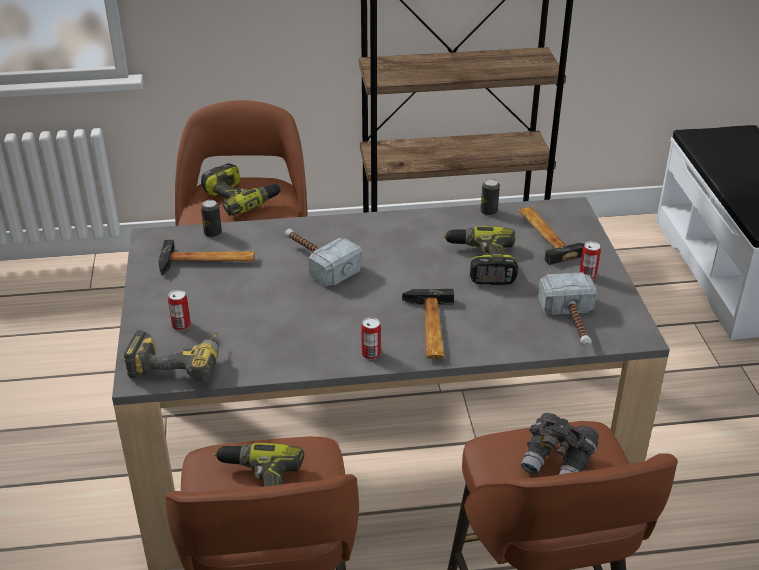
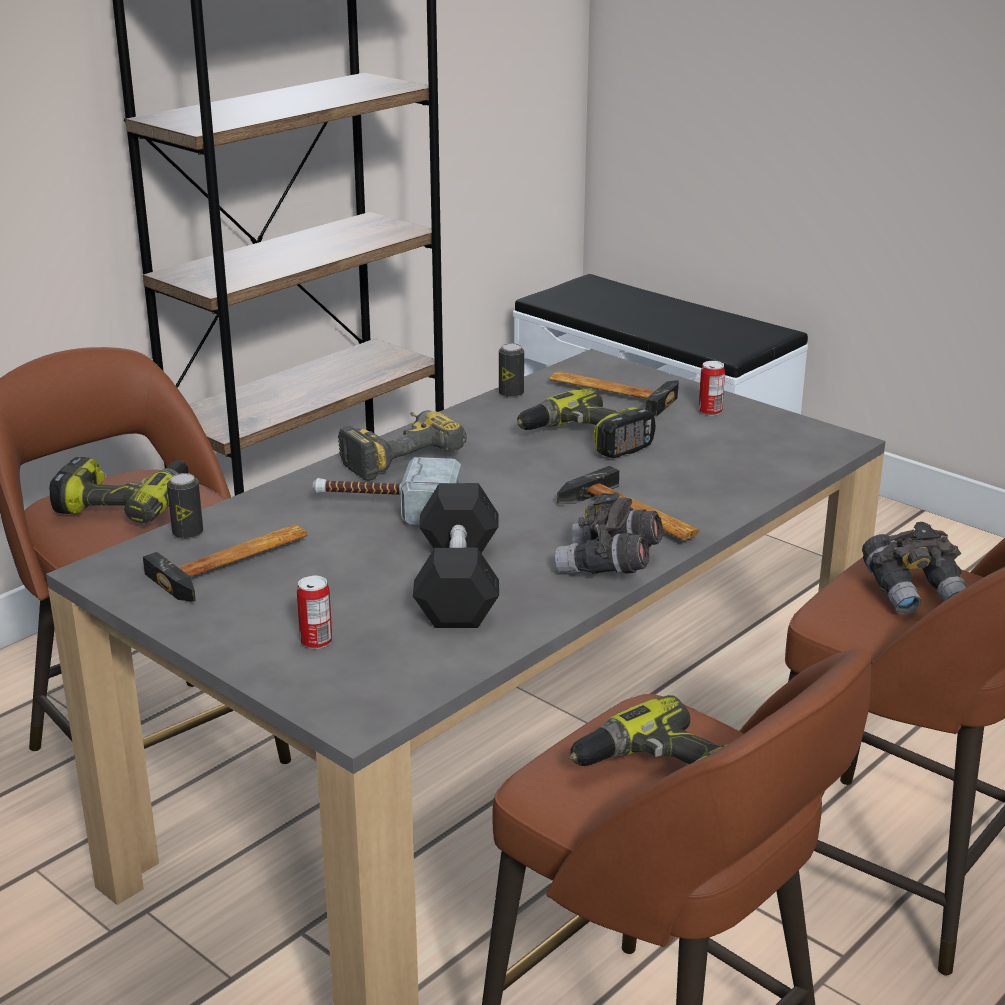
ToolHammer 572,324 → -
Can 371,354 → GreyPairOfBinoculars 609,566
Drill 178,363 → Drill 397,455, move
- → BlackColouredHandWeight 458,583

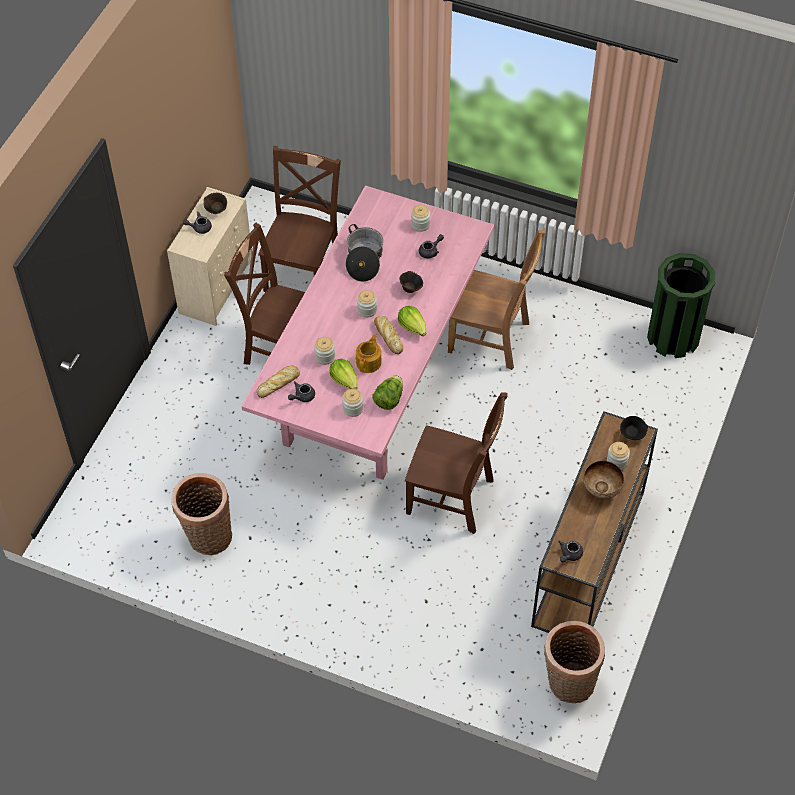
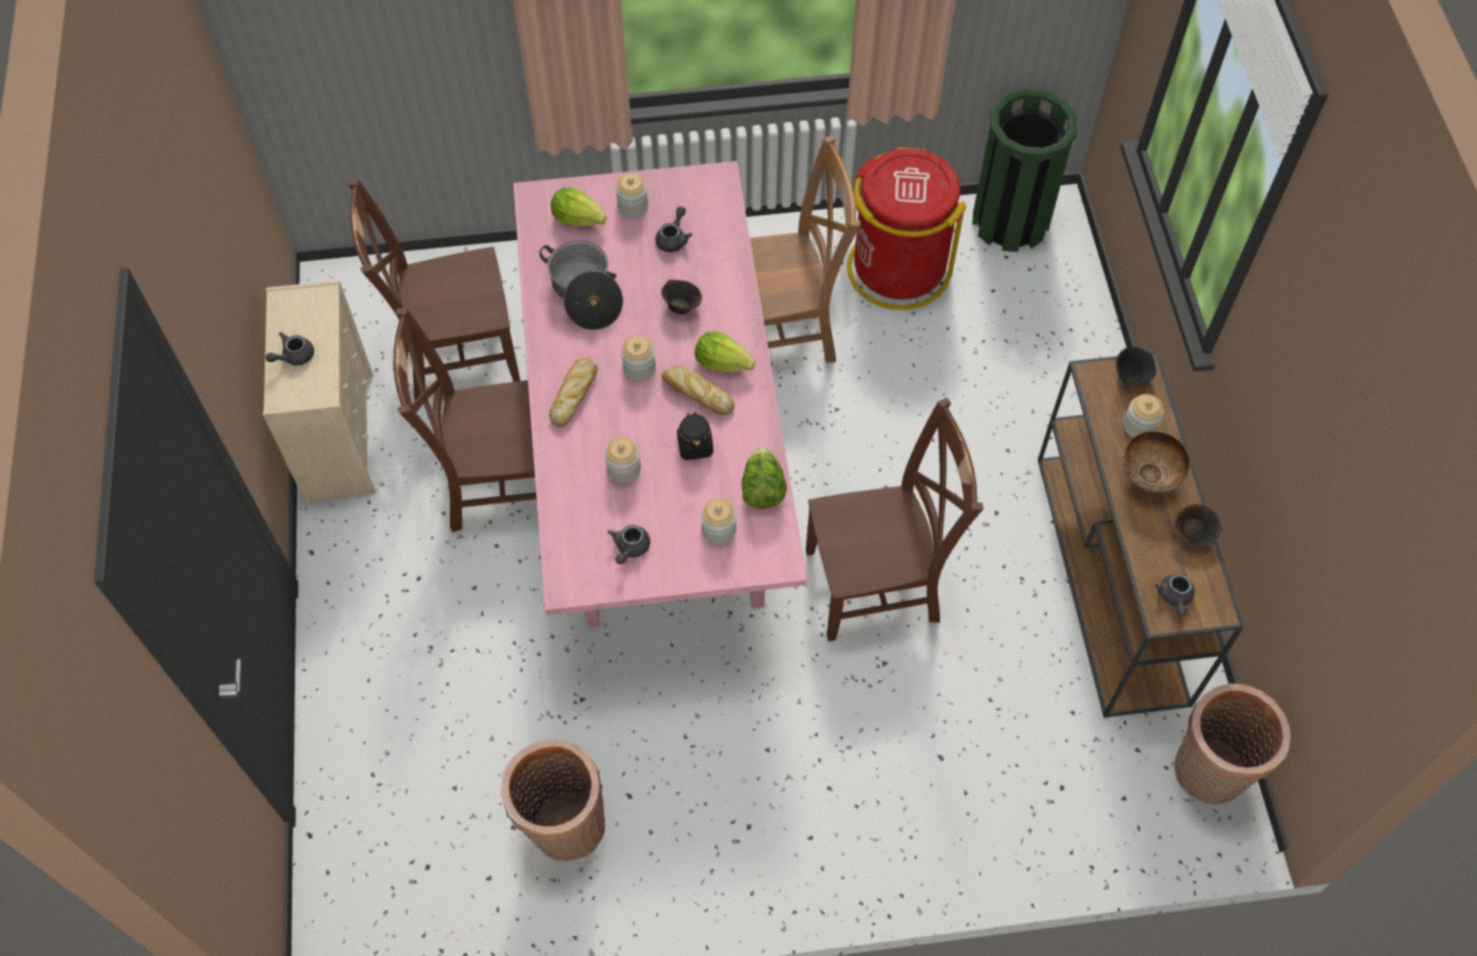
BrownUprightChair 303,271 → BrownUprightChair 455,353, 90 degrees counterclockwise
BrownServingBowl 216,210 → BrownServingBowl 1193,534, move
PotForTea 369,362 → BlackColouredPreserveJar 695,446
LettuceHead 345,380 → LettuceHead 578,218, move
Bread 279,383 → Bread 574,394, move
- → RedWasteBin 897,269

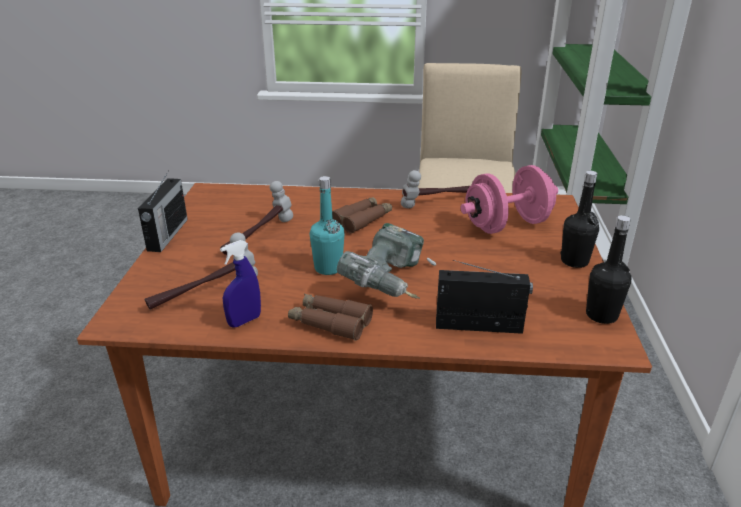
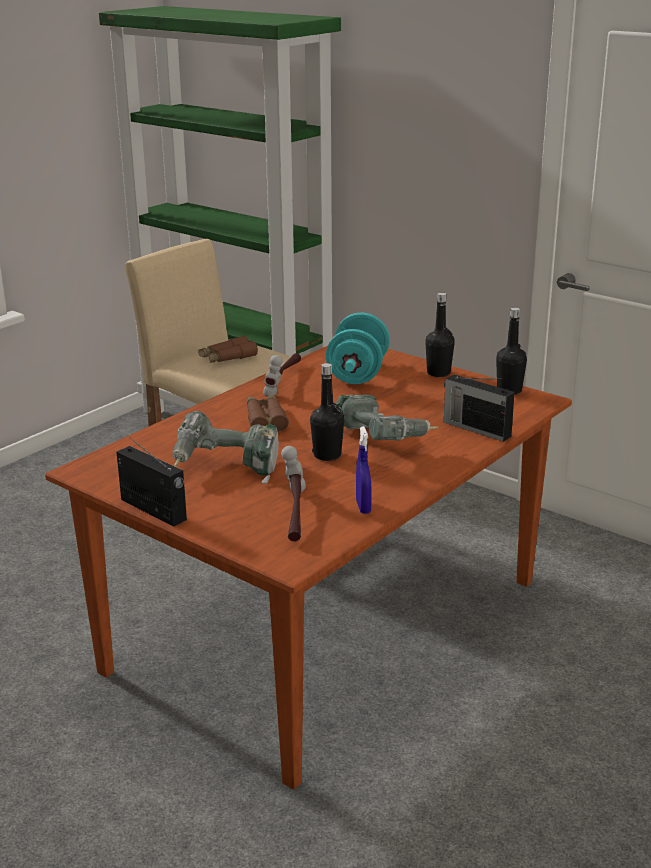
PinkishHandWeight 507,225 → TurquoiseHandWeight 358,373
TurquoiseBottle 328,268 → BlackColouredBottle 327,455
ToolHammer 258,236 → Drill 225,468
Radio 480,326 → Radio 475,428, 90 degrees counterclockwise
BrownPairOfBinoculars 330,323 → BrownPairOfBinoculars 227,358, move

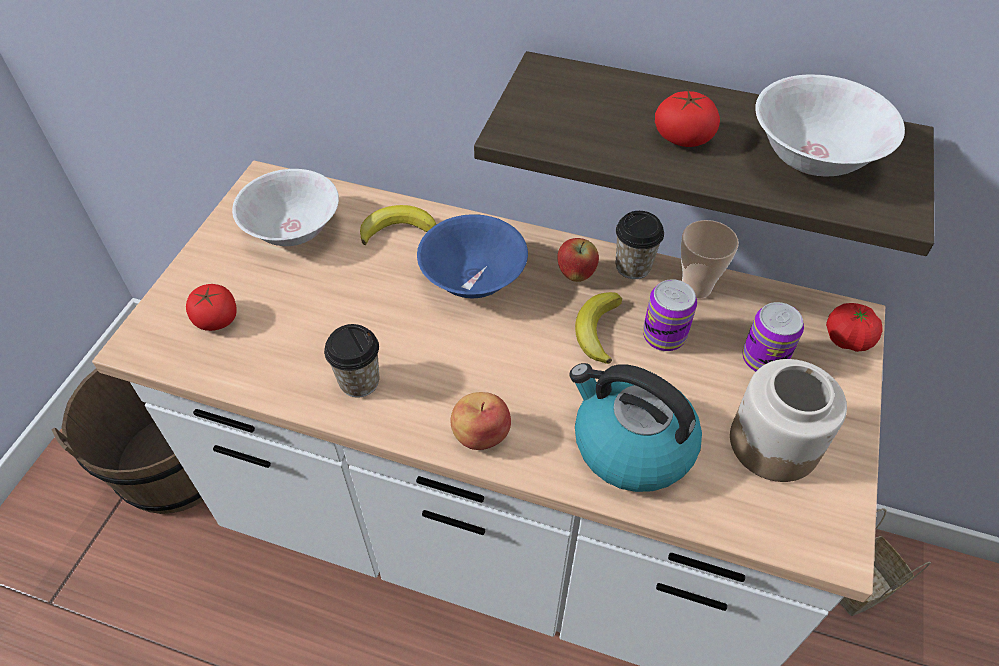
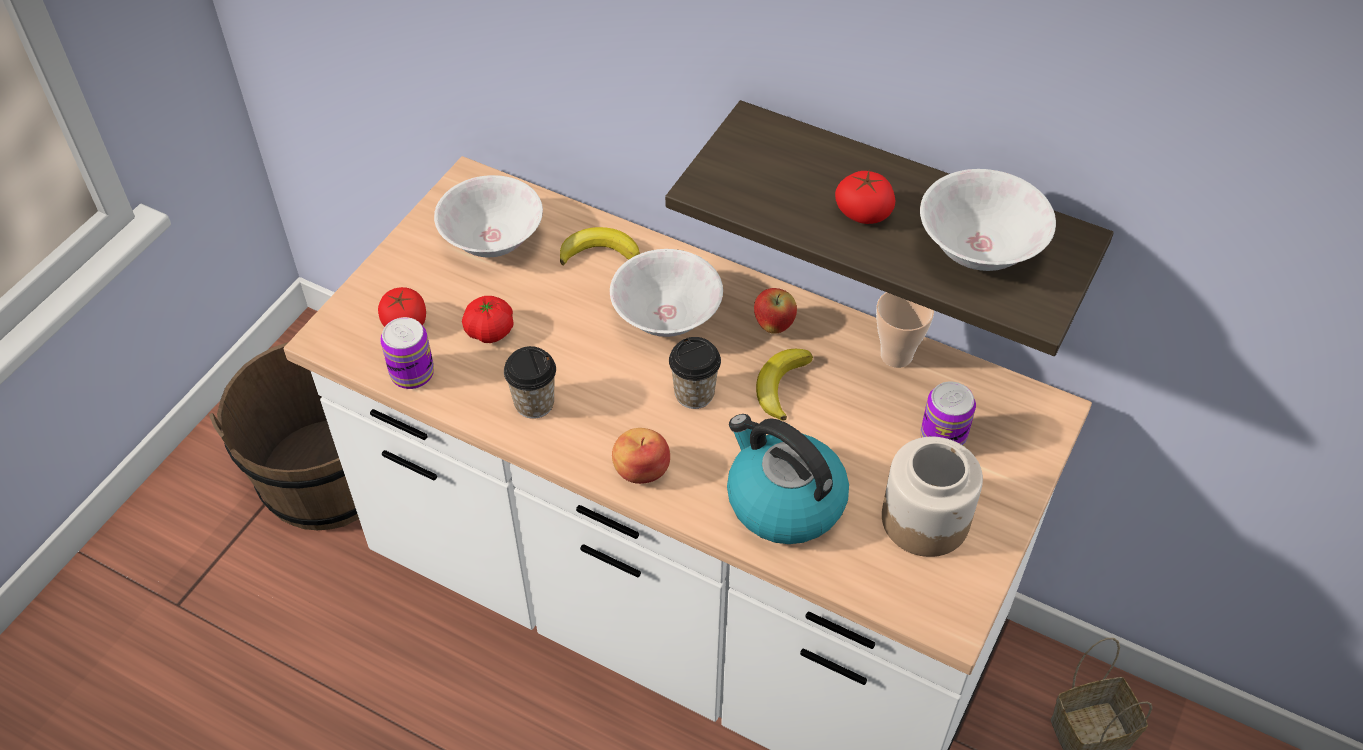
Cup 633,266 → Cup 694,394, move
BluishServingBowl 472,280 → WhitishServingBowl 666,317
Can 664,336 → Can 412,373, move
FreshTomato 847,339 → FreshTomato 490,331, move

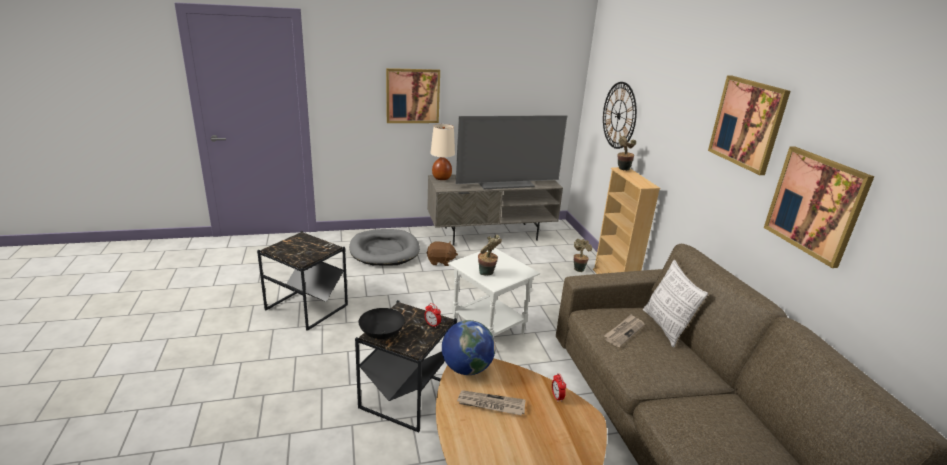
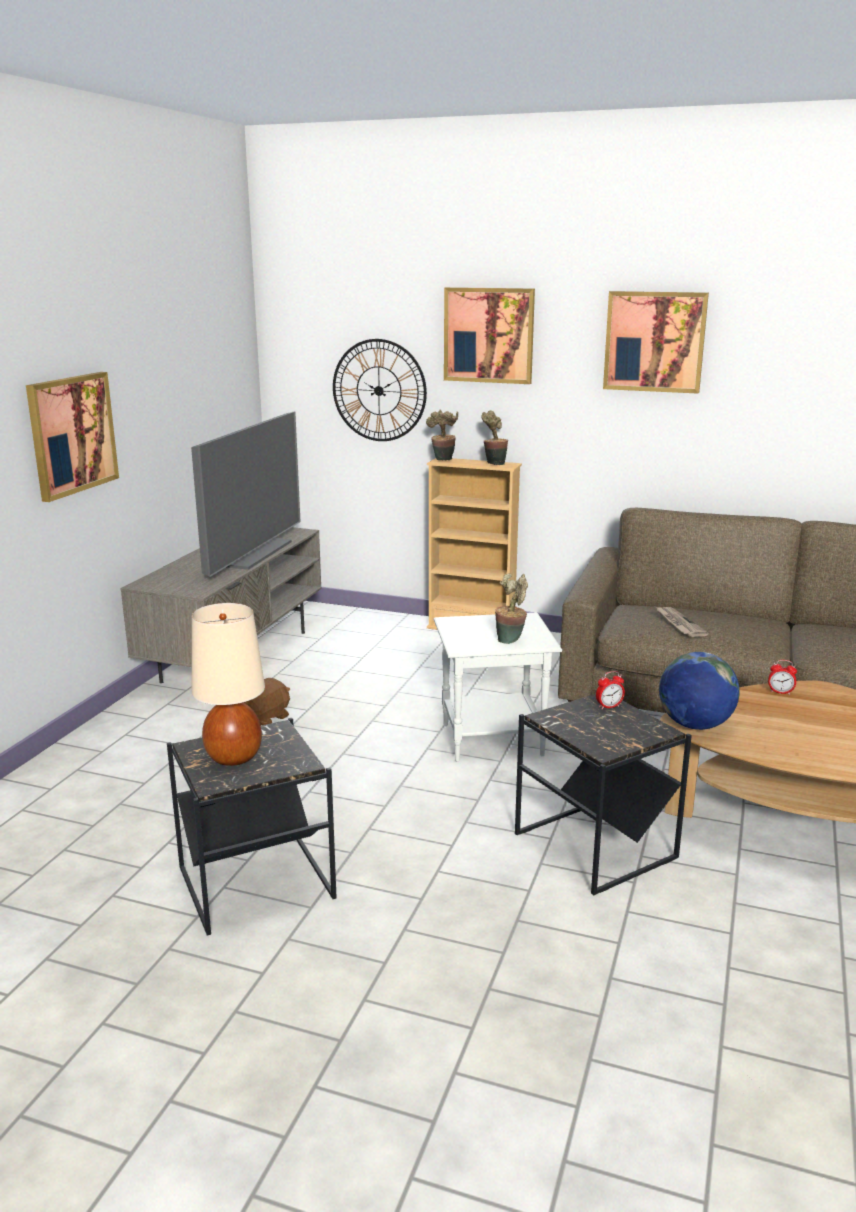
SandColouredTableLamp 441,178 → SandColouredTableLamp 234,757, move
WallPicture 815,204 → WallPicture 489,335, move
GreyPetBed 384,250 → -
PottedPlant 578,269 → PottedPlant 494,463, move
ThrowPillow 666,327 → -
BlackColouredServingBowl 382,335 → -
DailyPaper 491,404 → -

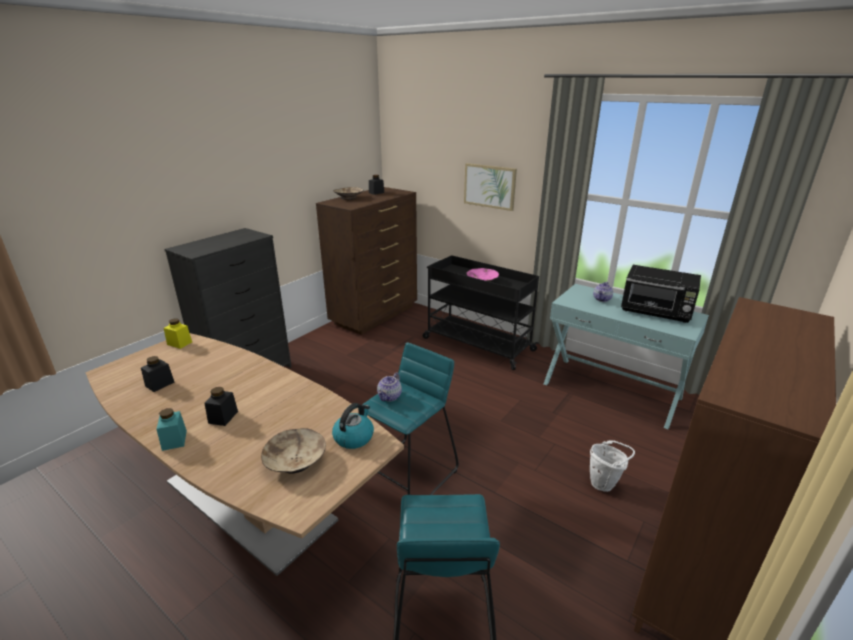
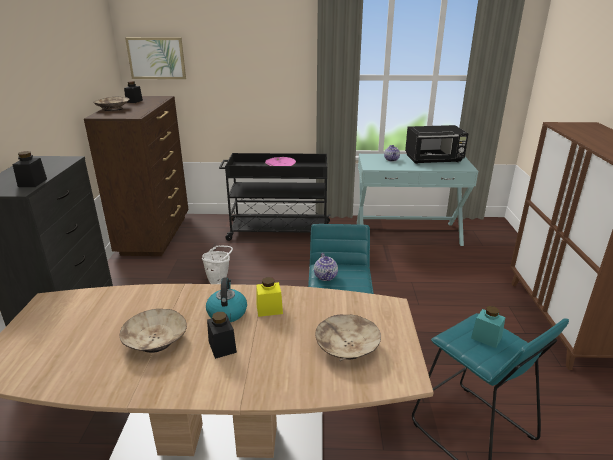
WallPicture 489,186 → WallPicture 156,58, move
YellowishPreserveJar 179,343 → YellowishPreserveJar 269,309, move
BlackColouredPreserveJar 160,384 → BlackColouredPreserveJar 32,183, move
TeaKettle 354,437 → TeaKettle 227,312, move
TurquoisePreserveJar 174,440 → TurquoisePreserveJar 486,338, move
WhitishWaterBucket 605,483 → WhitishWaterBucket 219,280, move
- → SandColouredServingBowl 155,341

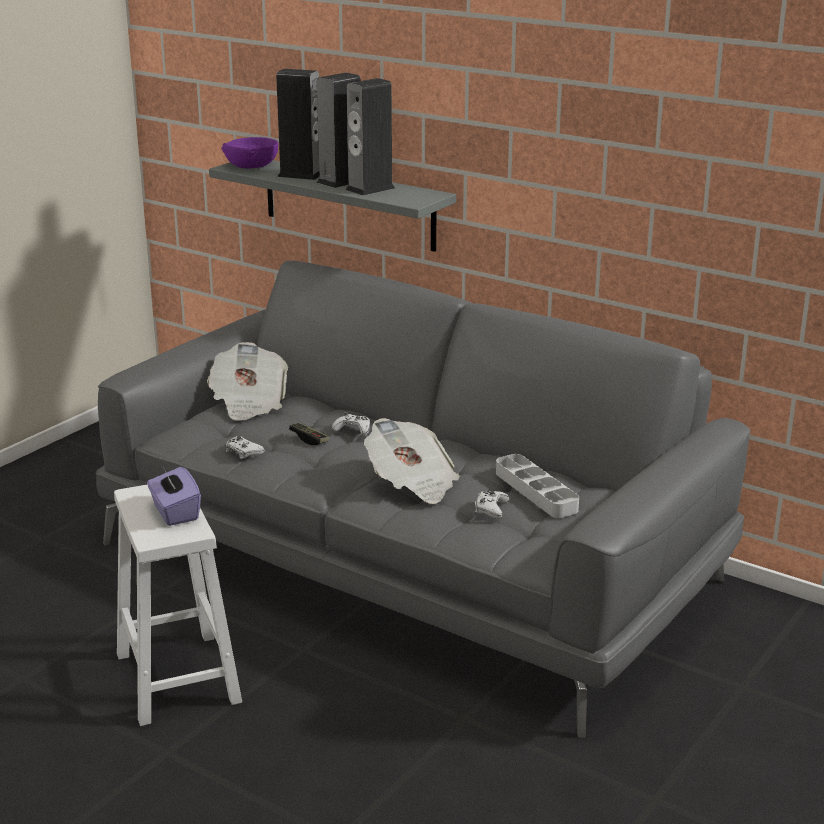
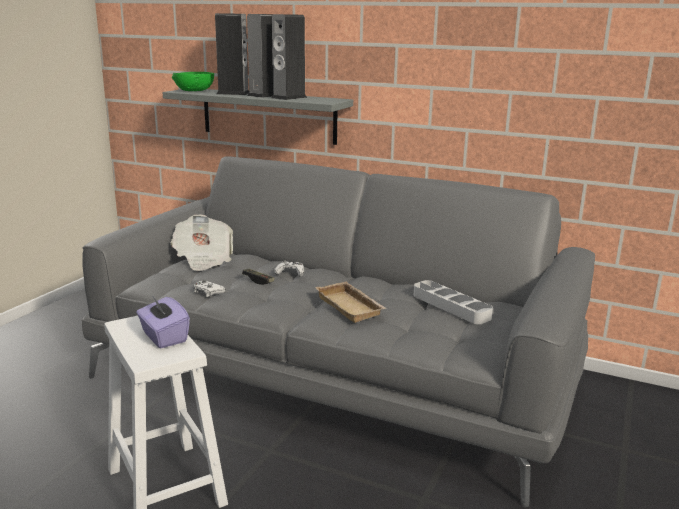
PurpleColouredServingBowl 251,166 → GreenColouredServingBowl 194,90
DailyPaper 412,483 → SandColouredCarryingTray 351,306
WhitishGameController 491,509 → -

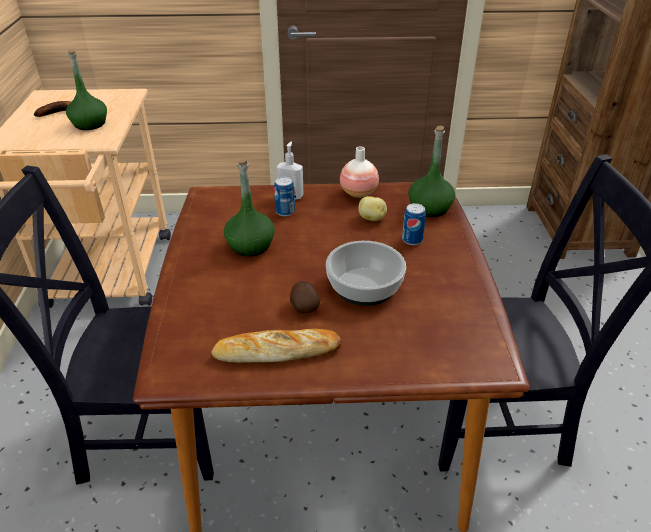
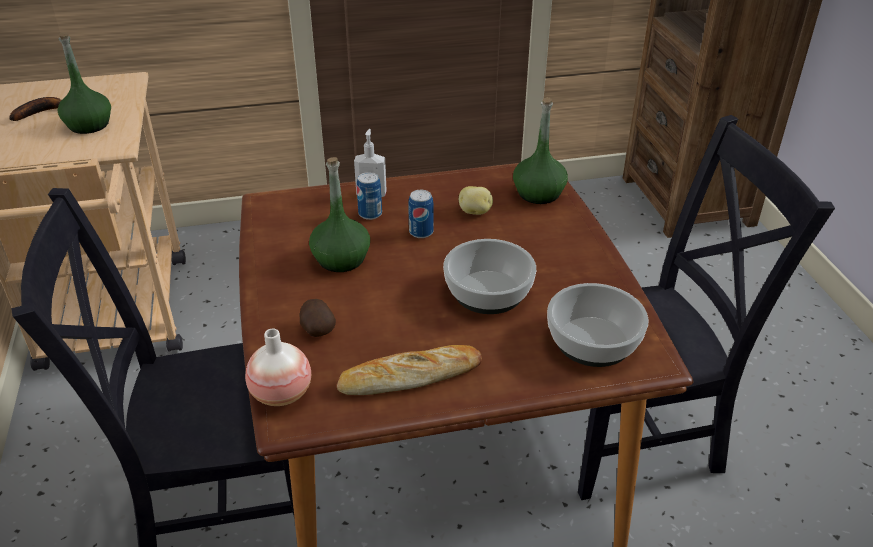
Vase 358,193 → Vase 281,394, move
Can 412,240 → Can 421,232, move
Spud 304,306 → Spud 317,329, move
- → ServingBowl 593,340

